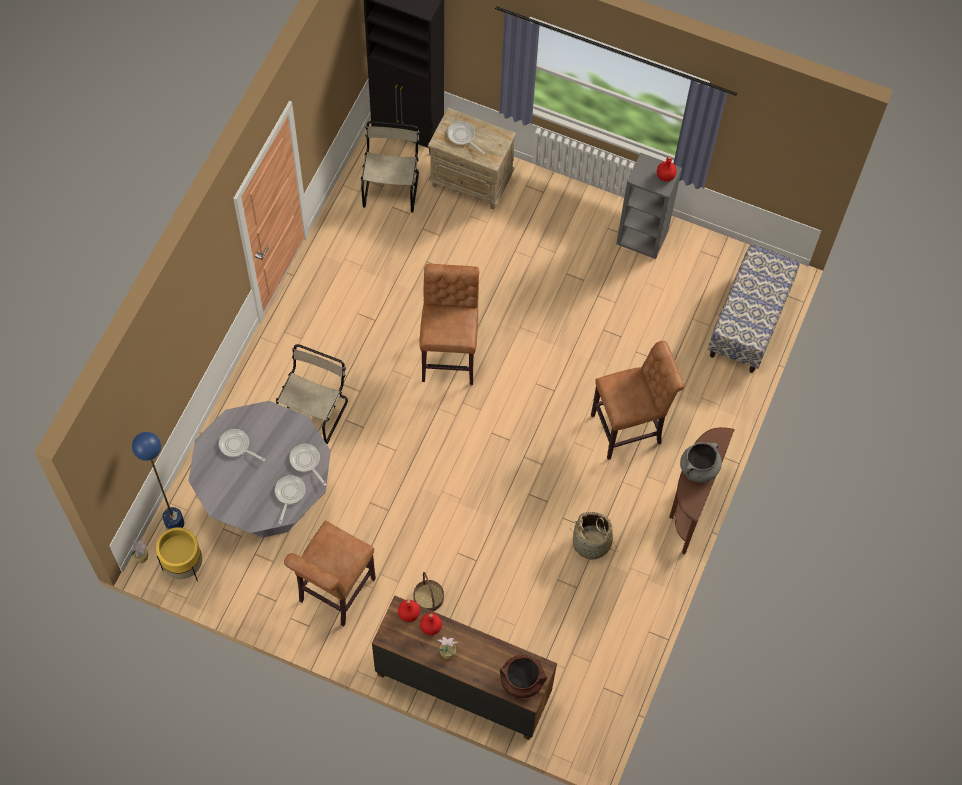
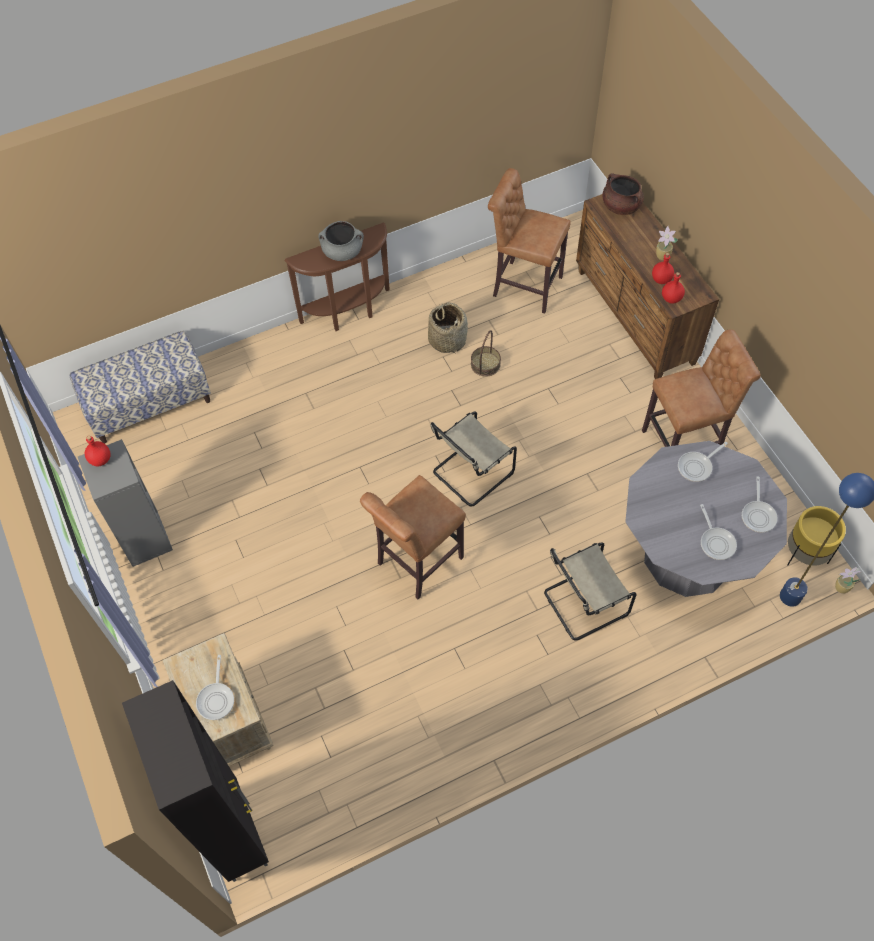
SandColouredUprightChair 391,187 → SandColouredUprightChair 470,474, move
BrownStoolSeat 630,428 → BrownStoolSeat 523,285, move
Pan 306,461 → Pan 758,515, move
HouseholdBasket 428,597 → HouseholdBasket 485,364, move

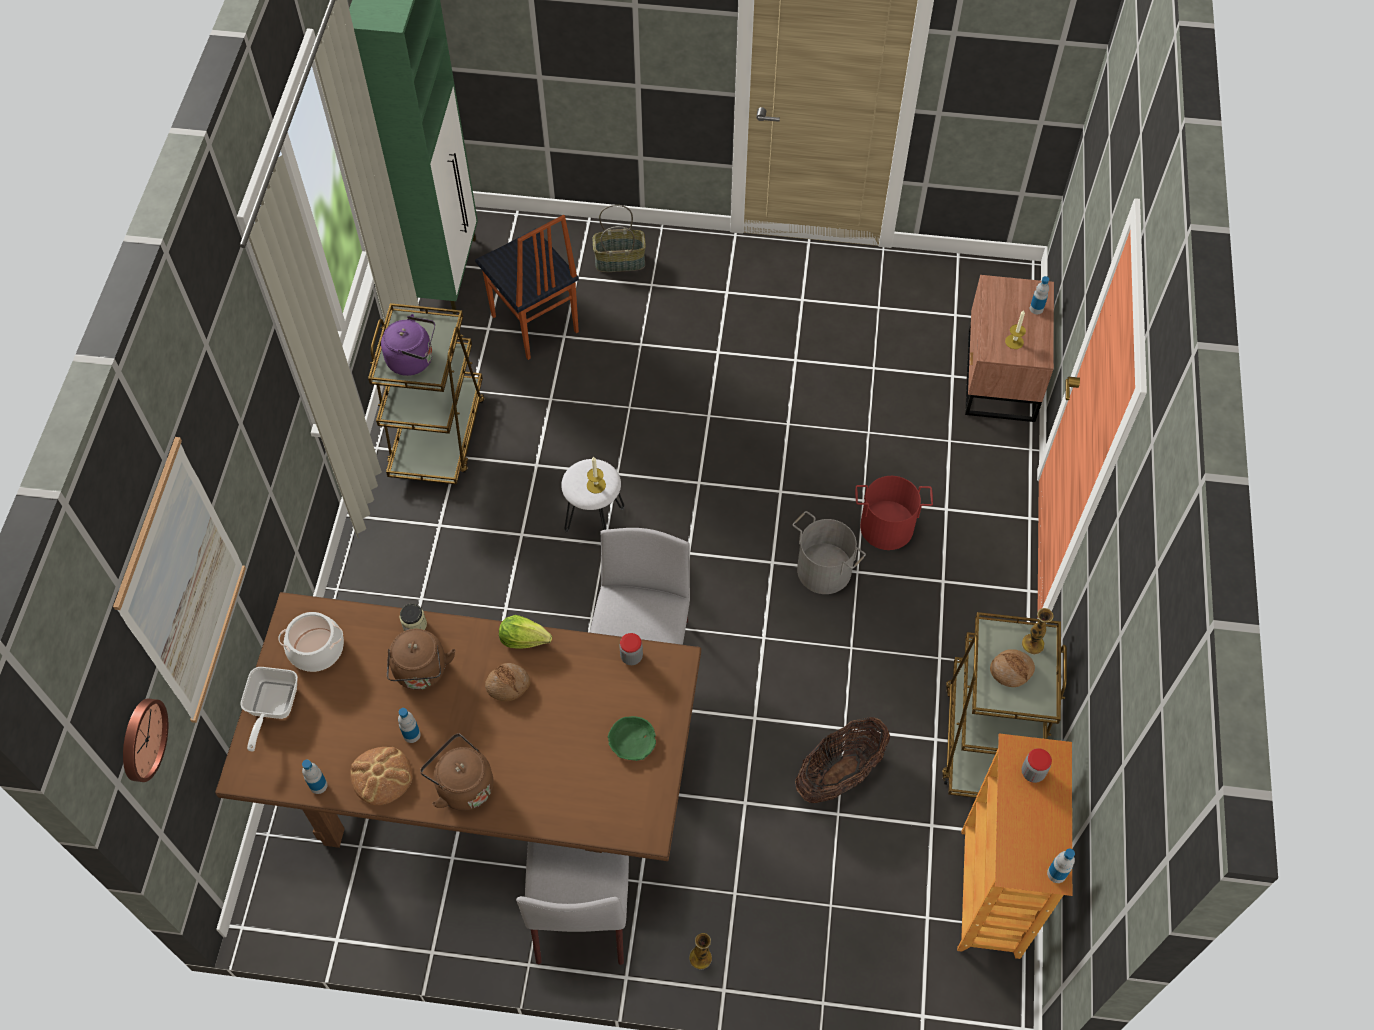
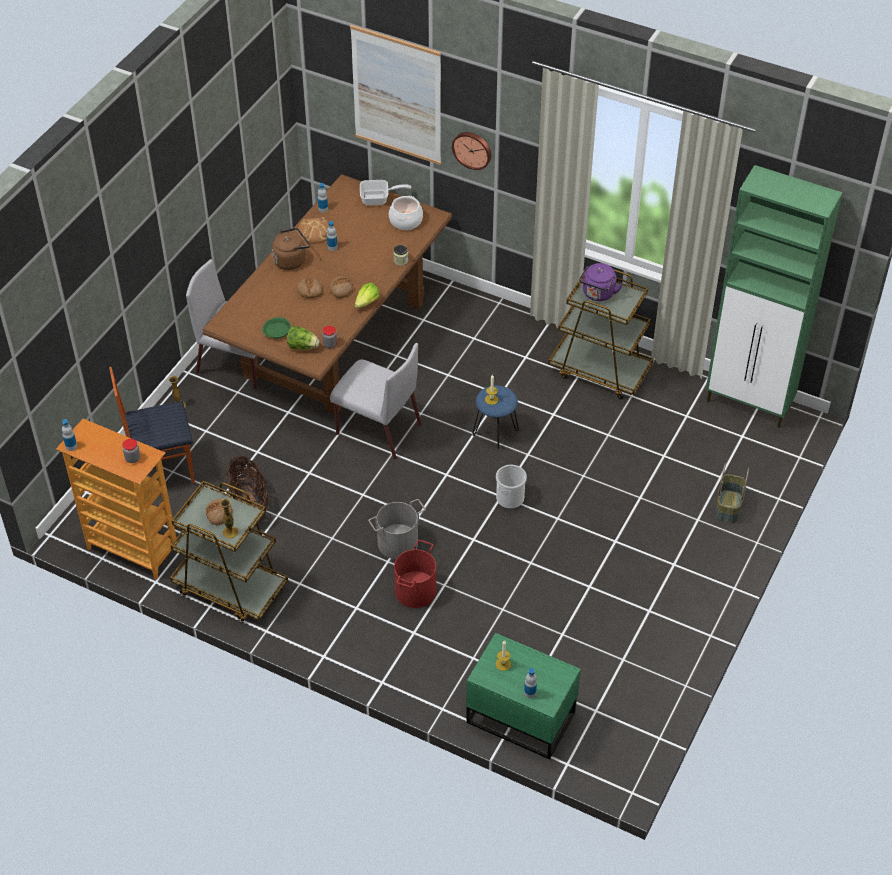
UprightChair 534,325 → UprightChair 163,470, move
BrownNightTable 998,377 → GreenColouredNightTable 520,715
WhitishStoolSeat 595,519 → BluishStoolSeat 495,433
BrownTeaKettle 421,673 → -
Pan 271,708 → Pan 379,199, 150 degrees clockwise
HangingClock 141,739 → HangingClock 472,149, move
- → Bread 310,291
- → LettuceHead 302,346
- → WaterBucket 510,498

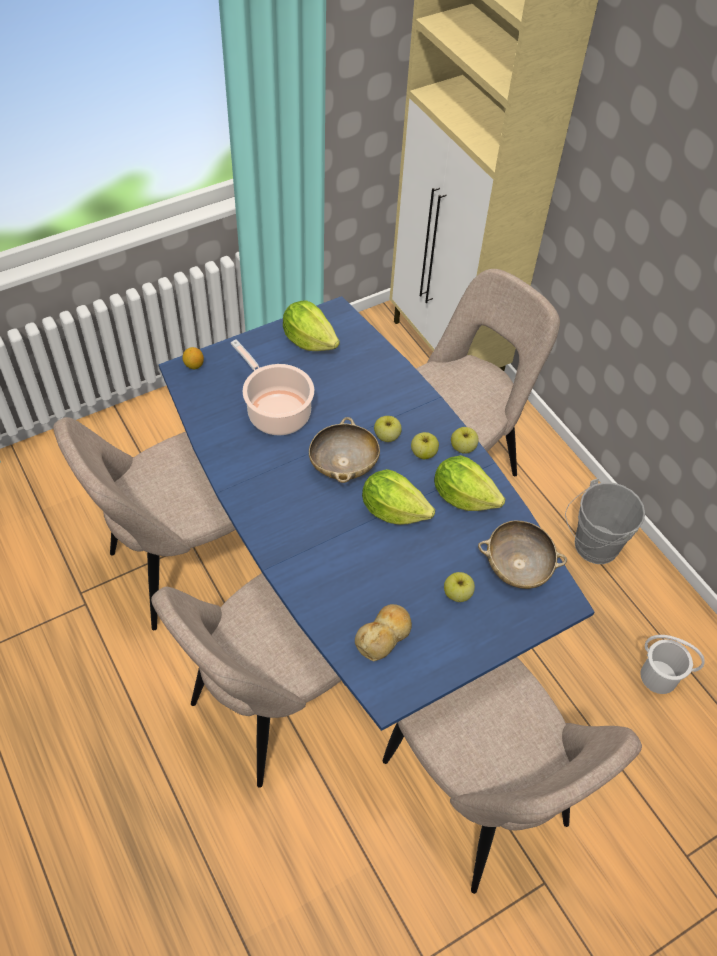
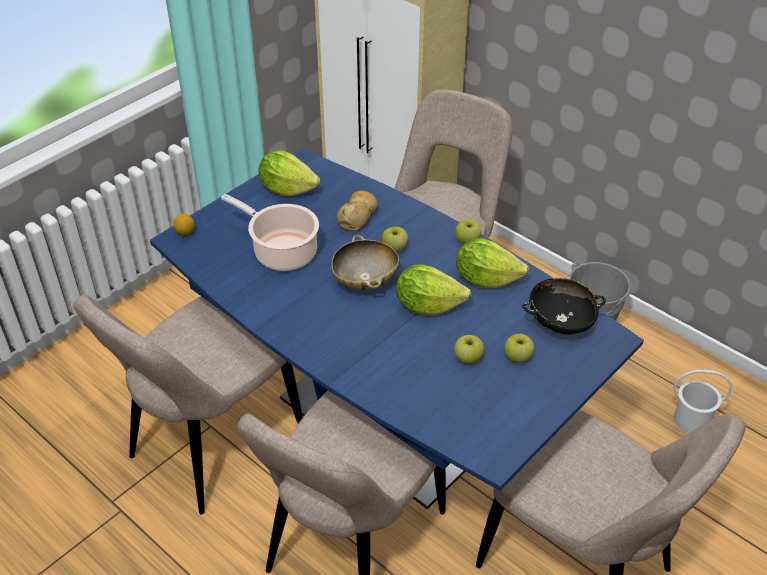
Apple 423,453 → Apple 468,358, move
SandColouredServingBowl 517,567 → BlackColouredServingBowl 560,322
Bread 384,635 → Bread 358,216, move

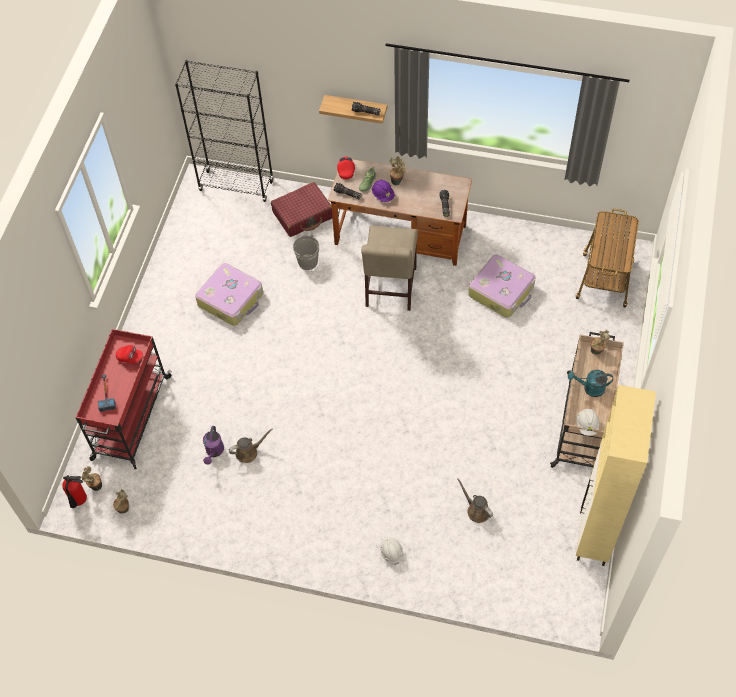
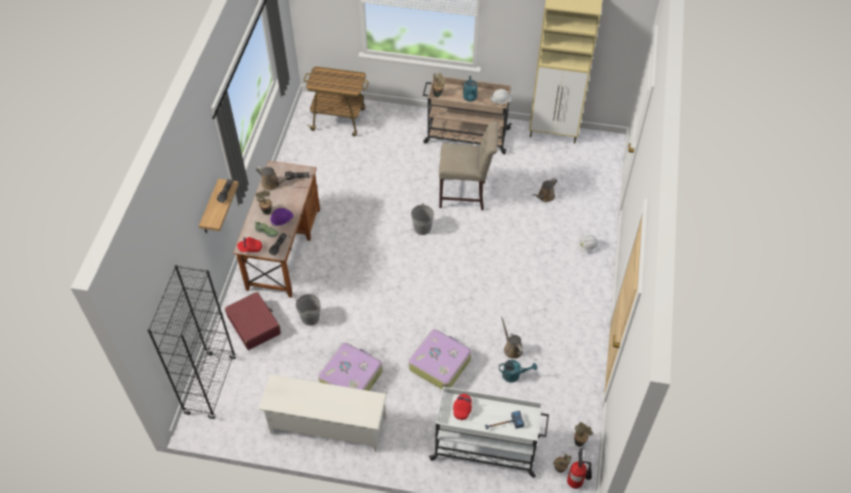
SandColouredUprightChair 389,290 → SandColouredUprightChair 466,195, move
Suitcase 502,291 → Suitcase 440,363, move
RedTrolley 131,418 → WhitishTrolley 486,448
PurpleColouredSprinklingCan 214,452 → TurquoiseSprinklingCan 514,375
- → BrownSprinklingCan 272,184
- → GreyWaterBucket 422,228
- → WhitishShoeRack 327,425

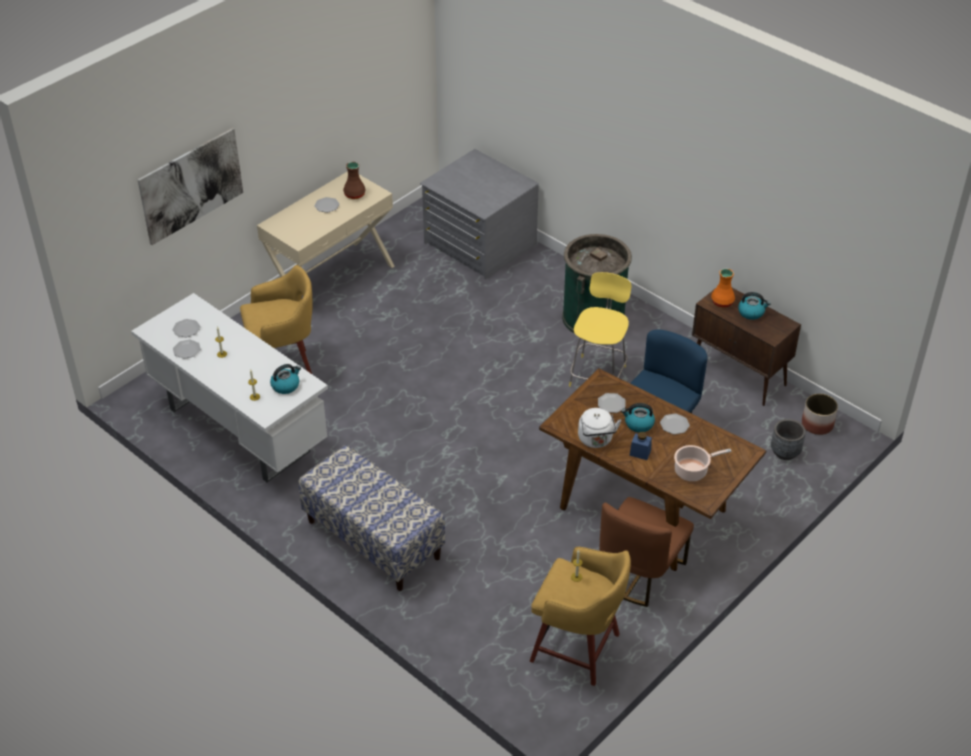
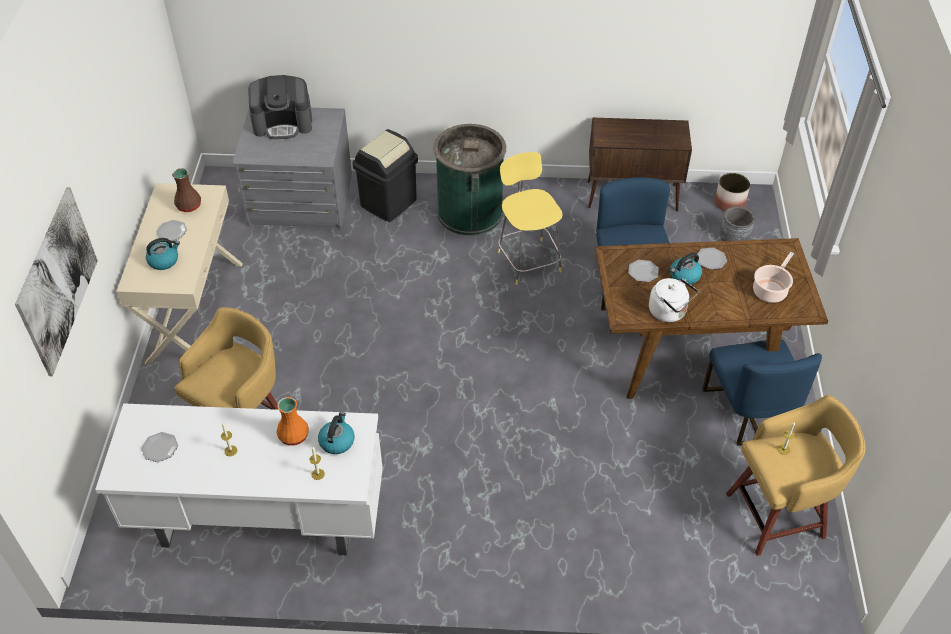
OrangeVase 722,302 → OrangeVase 293,435, move
TeaKettle 751,312 → TeaKettle 164,260, move
DinnerPlate 187,350 → -
BluishPreserveJar 640,453 → -
LongSeat 373,539 → -
BrownUprightChair 639,573 → BluishUprightChair 748,413
- → CoffeeMachine 283,123
- → BlackColouredWasteBin 388,203

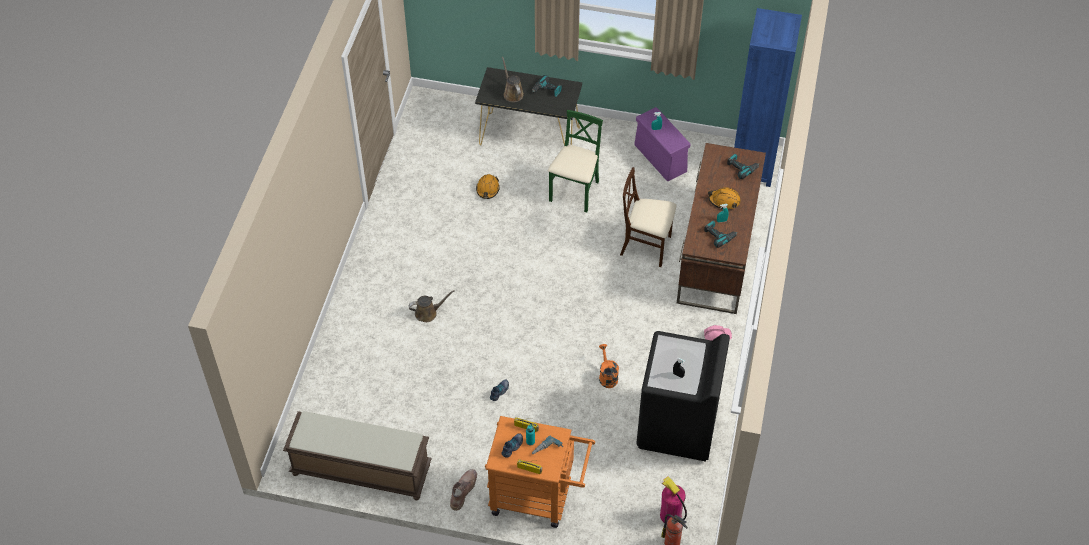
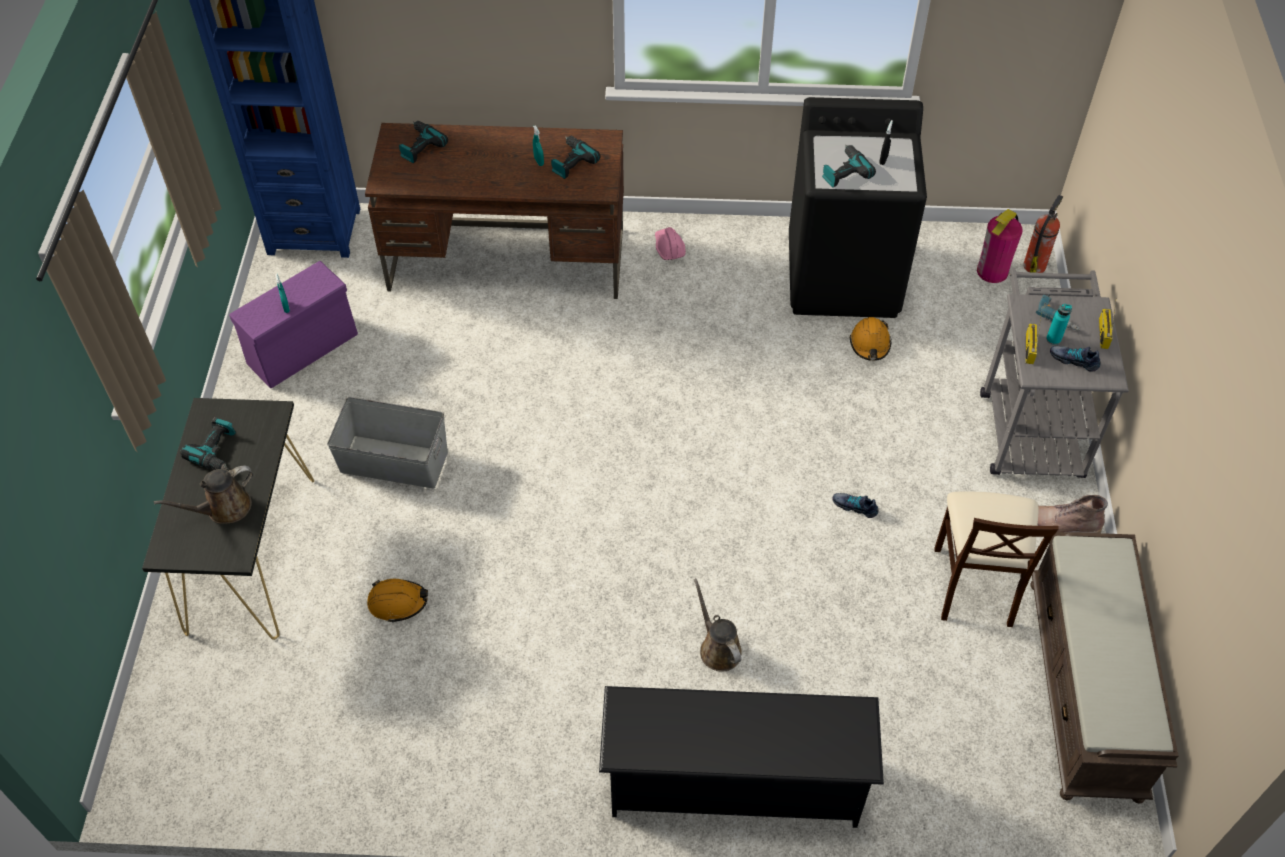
GreenColouredUprightChair 575,192 → GreyStorageBin 393,461
SandColouredUprightChair 646,246 → SandColouredUprightChair 975,585, move
OrangeSafetyHelmet 724,201 → OrangeSafetyHelmet 870,344, move
OrangeSprinklingCan 607,376 → -
OrangeTrolley 538,497 → GreyTrolley 1029,424
- → Drill 844,172
- → BlackColouredShoeRack 734,783

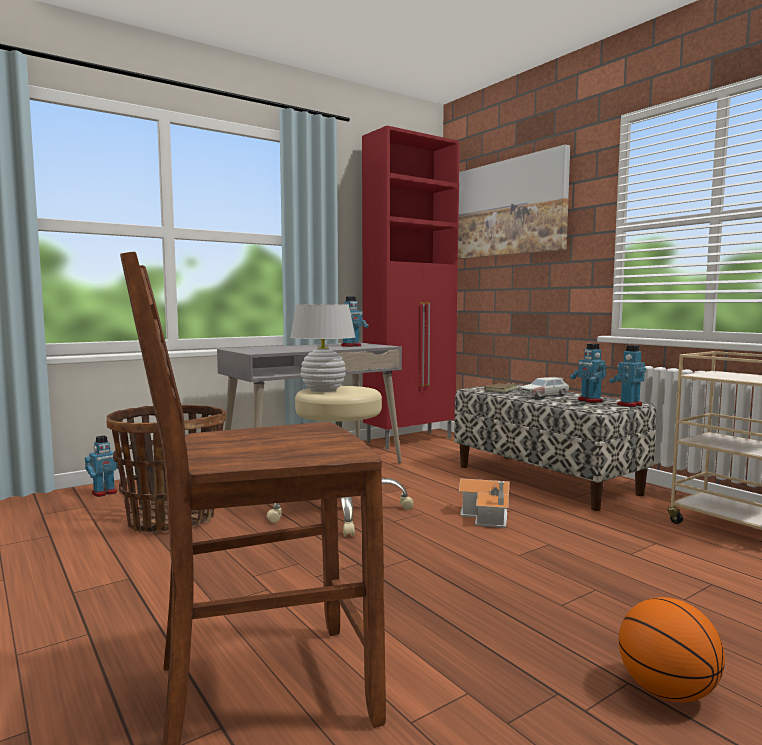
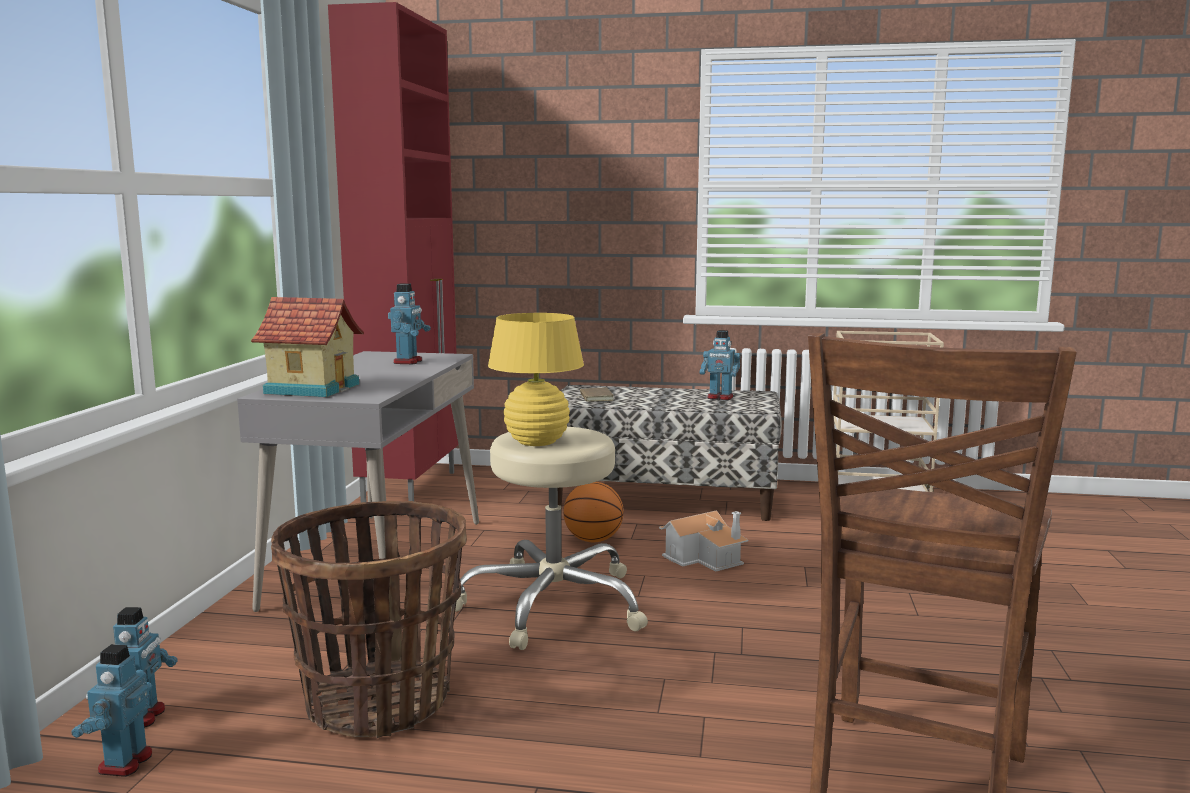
WallPicture 511,208 → -
WhitishTableLamp 323,390 → YellowishTableLamp 537,442
RobotFigure 628,405 → RobotFigure 124,763, move
ToyCar 543,394 → -
BasketballBall 667,692 → BasketballBall 593,540, move
- → ToyHouse 313,388

